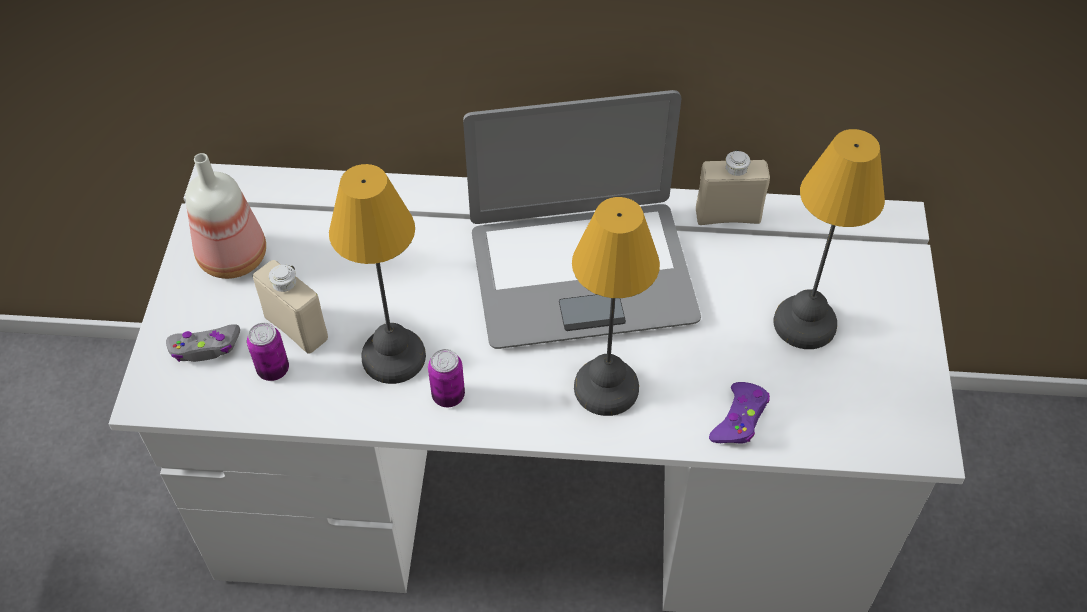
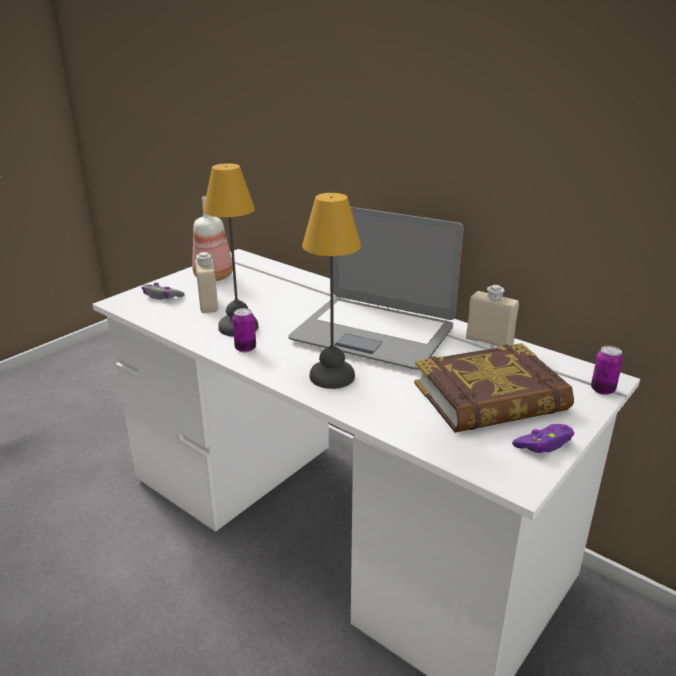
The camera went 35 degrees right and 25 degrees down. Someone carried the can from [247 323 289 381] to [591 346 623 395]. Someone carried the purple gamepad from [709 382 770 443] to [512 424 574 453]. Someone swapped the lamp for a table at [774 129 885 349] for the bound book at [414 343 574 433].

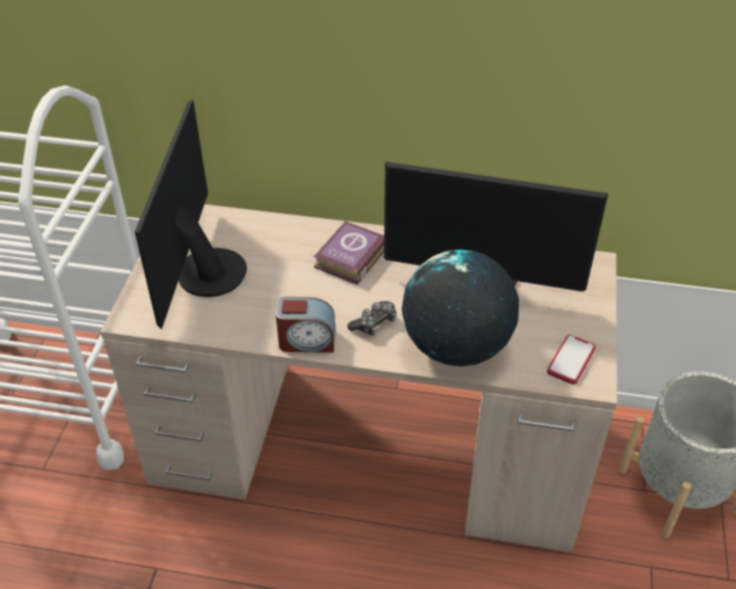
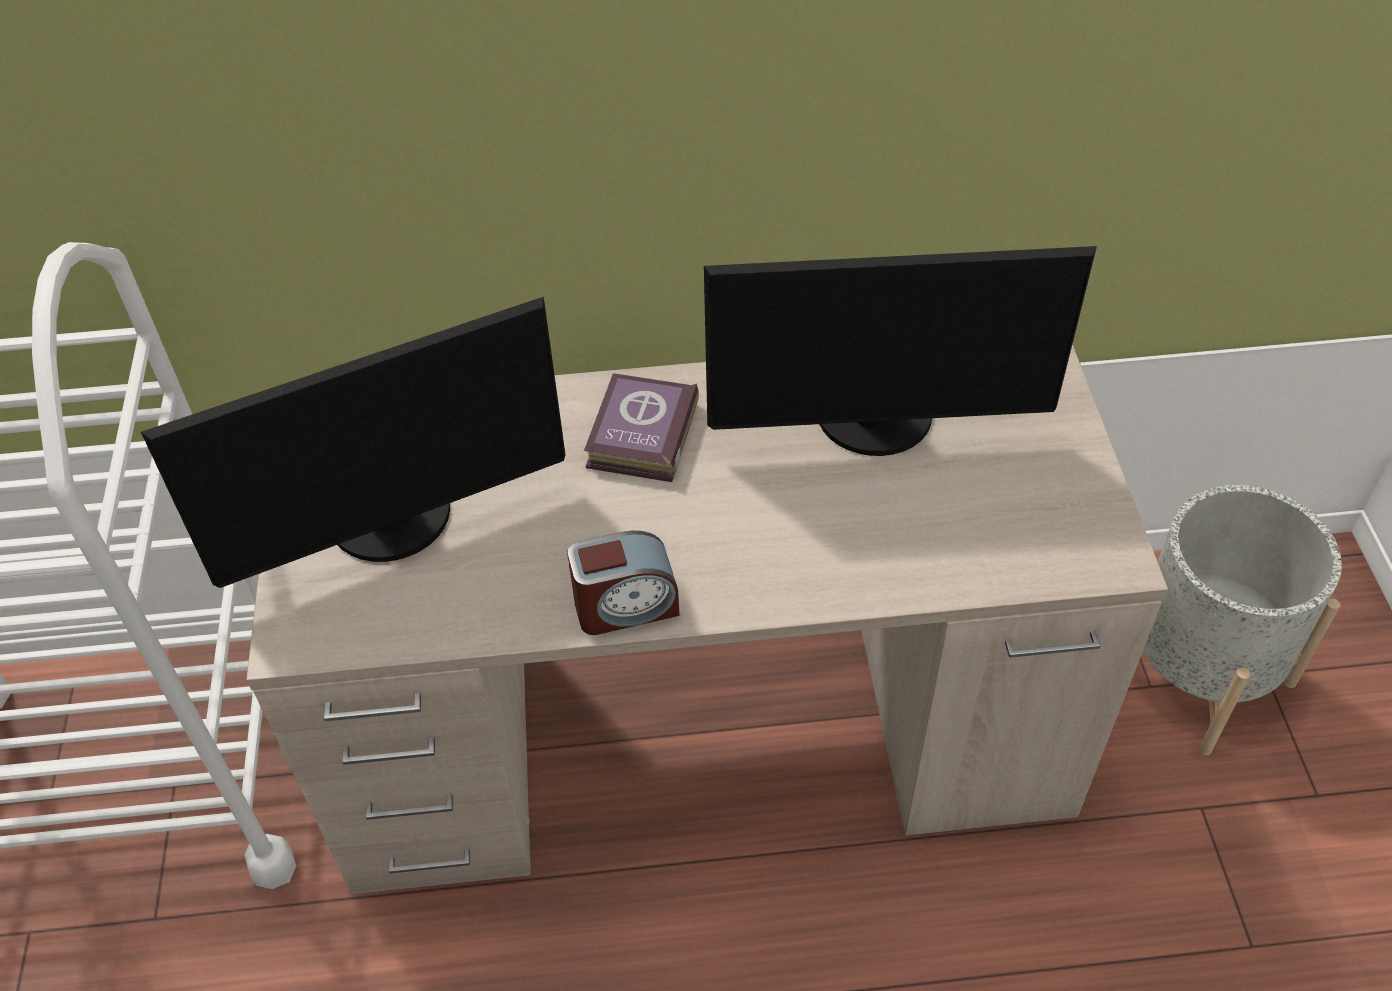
The camera went 15 degrees left and 5 degrees up. Someone took away the gamepad at [347 301 397 336]. Someone took away the world globe at [402 249 519 366]. Someone took away the phone at [547 335 596 384]. Someone rotated the monitor at [135 100 247 329] by 105 degrees counterclockwise.

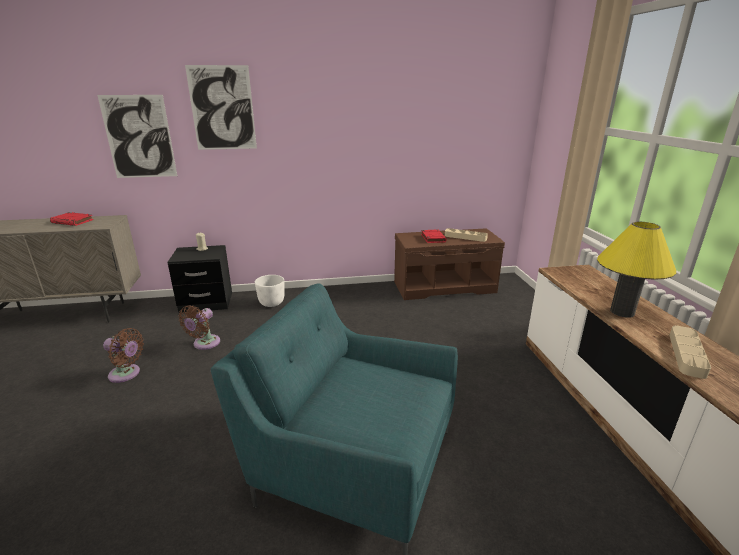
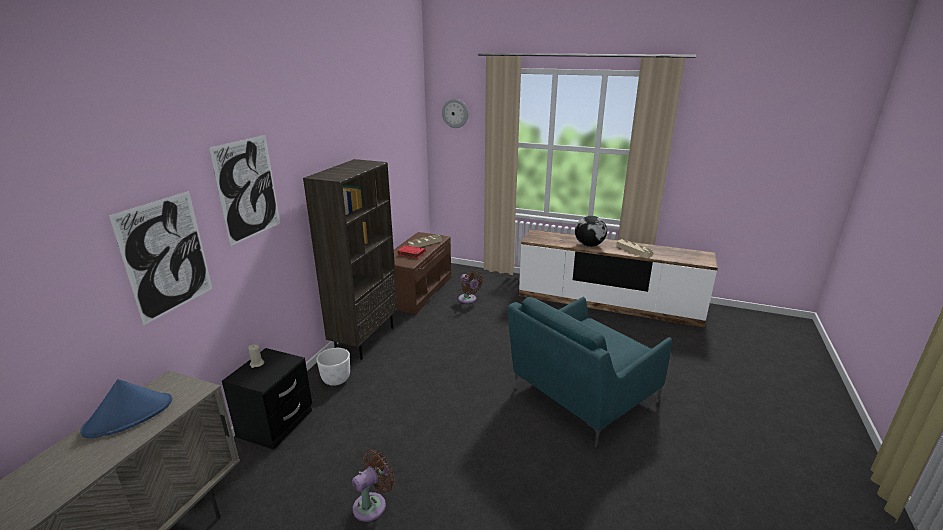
The camera went 60 degrees left and 0 degrees up. Someone put down the brown-coloured bookcase at [303 159 398 360]. Someone put up the wall clock at [442 99 468 128]. Someone carried the brown-coloured cooling fan from [178 305 220 350] to [458 271 483 303]. Someone swapped the red bound book at [50 212 94 226] for the bluish clothing hat at [80 379 172 438]. Someone swapped the yellowish lamp for a table at [597 222 676 318] for the world globe at [575 216 607 247].

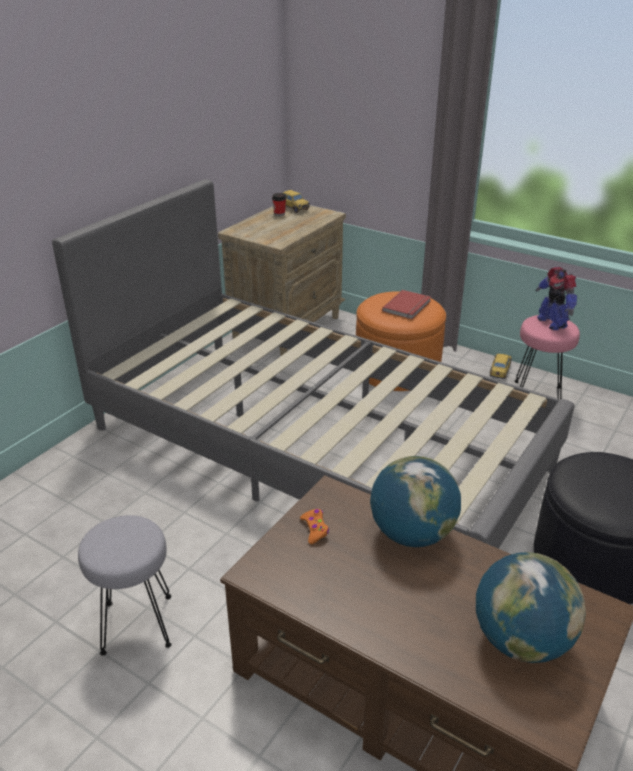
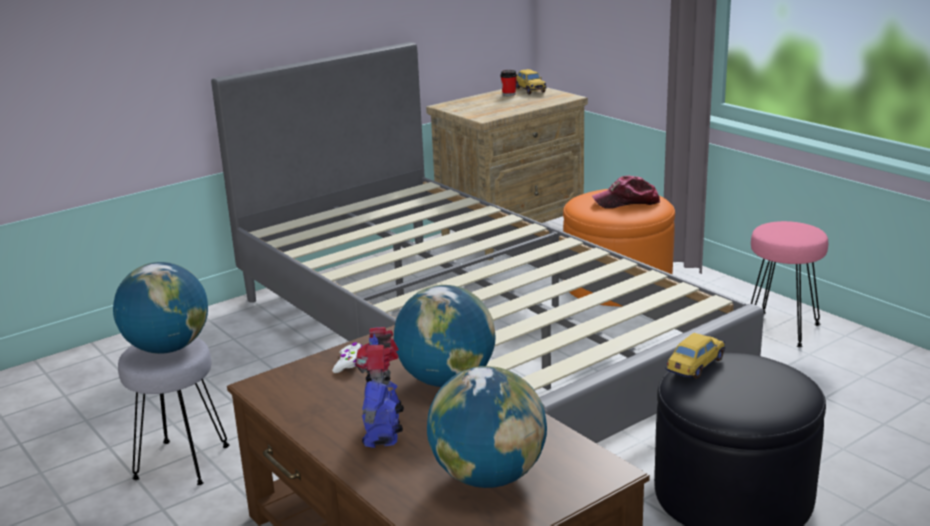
The camera went 20 degrees right and 10 degrees down. Someone put down the world globe at [113 262 208 354]. Someone carried the toy car from [489 353 512 379] to [666 333 725 379]. Someone carried the model robot from [535 267 577 330] to [355 327 404 448]. Someone swapped the red bound book at [382 290 431 319] for the peaked cap at [592 176 660 209]. Someone repainted the orangey gamepad at [300 509 329 544], which became the white-coloured gamepad at [332 342 362 373].

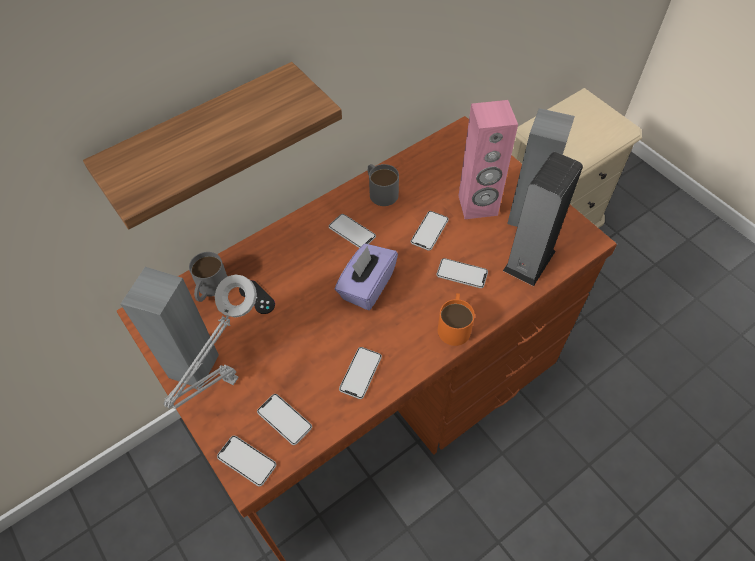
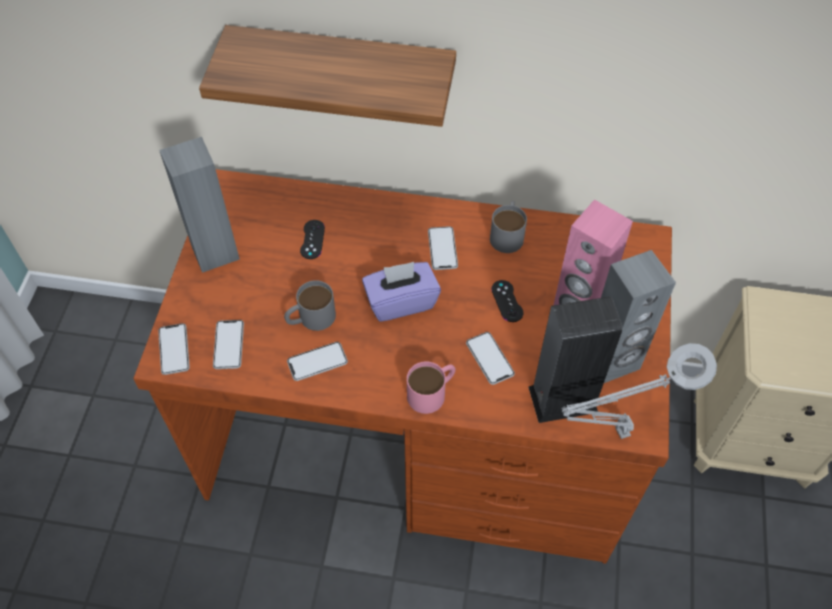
The camera went 45 degrees right and 0 degrees up. Someone carried the gray lamp for a table from [164 274 257 409] to [561 343 717 439]. Someone carried the gray mug from [189 252 227 302] to [284 280 336 331]. Someone swapped the phone at [411 211 449 250] for the blackish gamepad at [491 280 524 322]. Someone repainted the orangey mug at [438 293 475 346], which became the pink-coloured mug at [407 362 456 414].

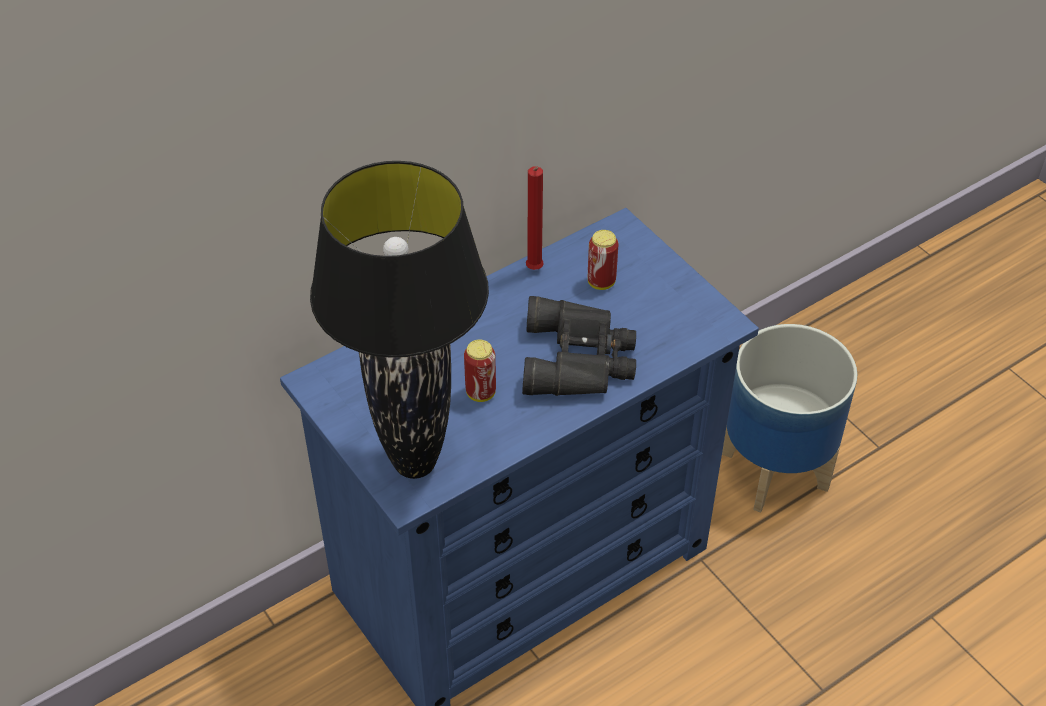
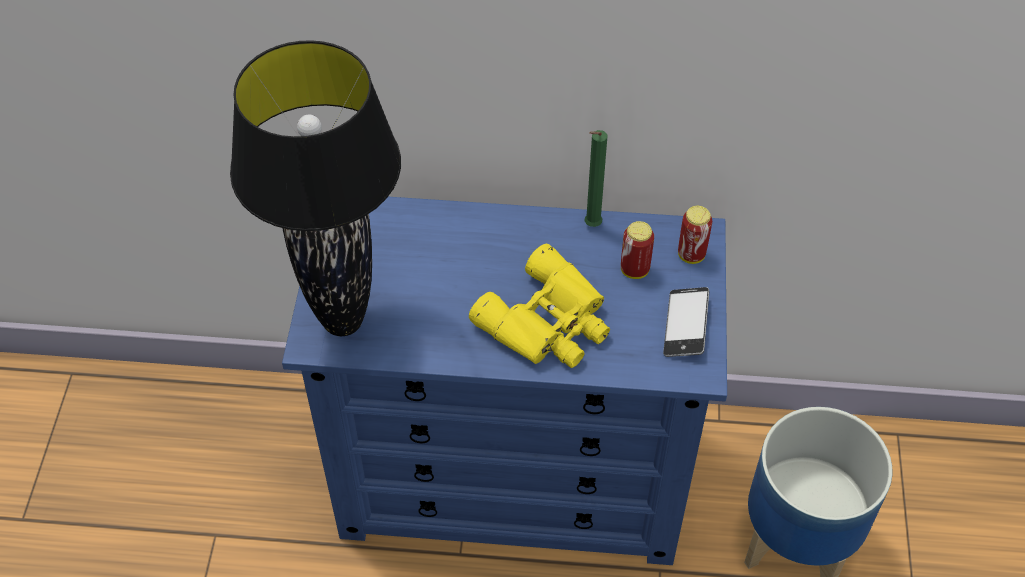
The camera went 40 degrees right and 5 degrees up. Someone put down the phone at [663 287 709 357]. Someone carried the can from [464 339 496 402] to [678 206 712 264]. Someone repainted the blackish pair of binoculars at [522 296 636 396], which became the yellowish pair of binoculars at [469 244 610 368]. Someone repainted the red wax candle at [526 166 544 270], which became the greenish wax candle at [585 130 608 227].

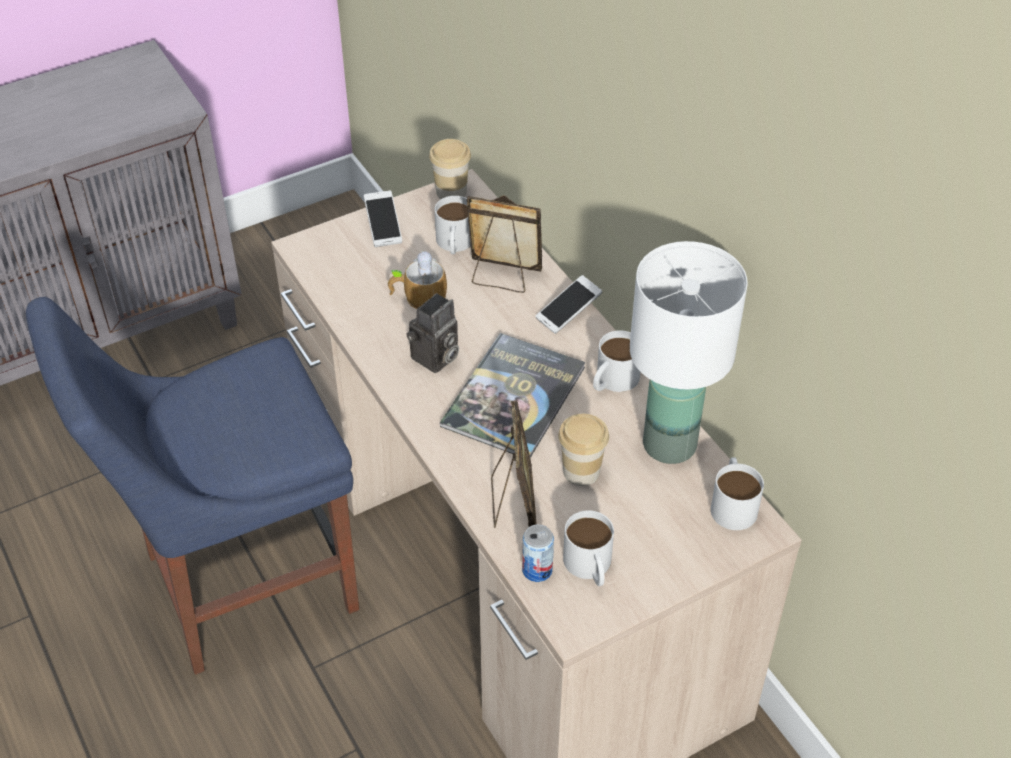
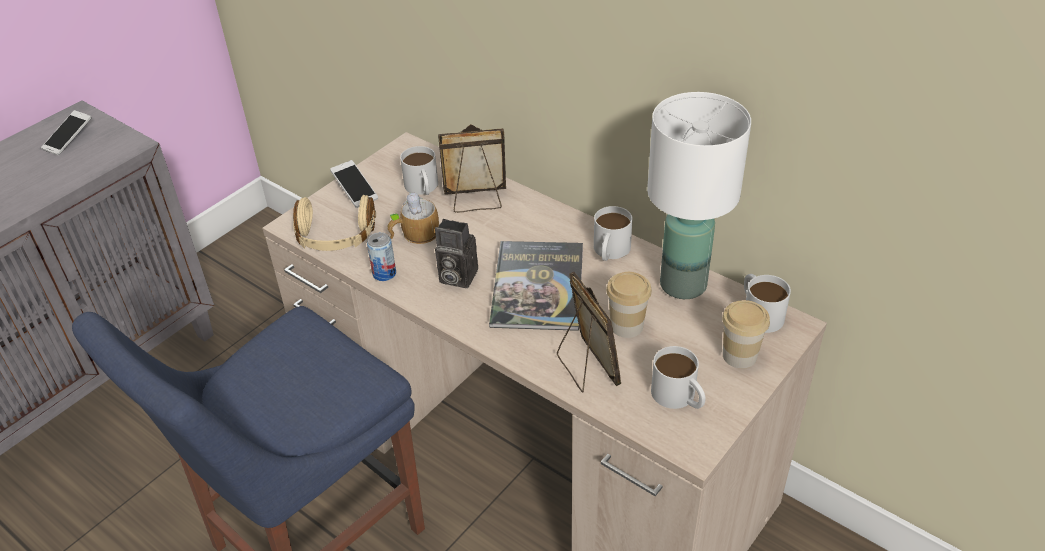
The camera went 20 degrees left and 5 degrees down. Someone put down the beige headset at [293 195 376 251]. Someone carried the small cup from [429 139 471 199] to [722 300 770 369]. Someone carried the can from [522 524 554 582] to [367 232 396 281]. Someone carried the phone from [535 275 602 334] to [41 110 92 155]. Someone rotated the photo camera at [406 293 459 373] by 90 degrees clockwise.

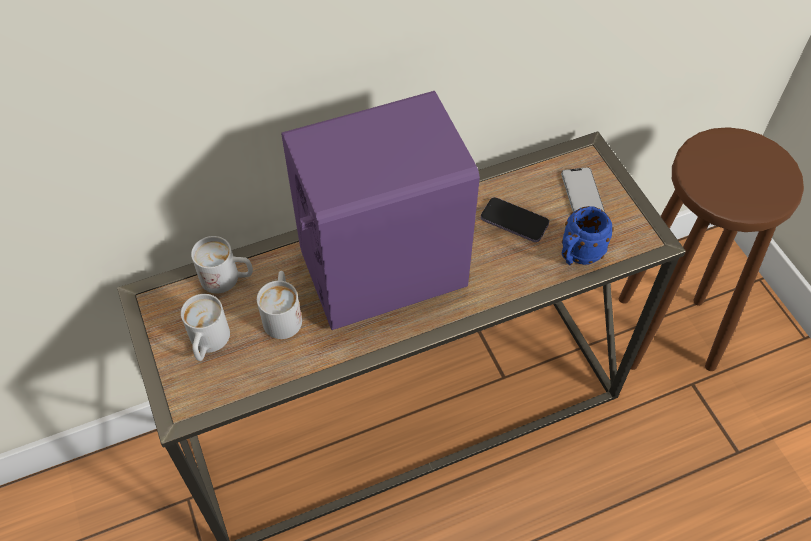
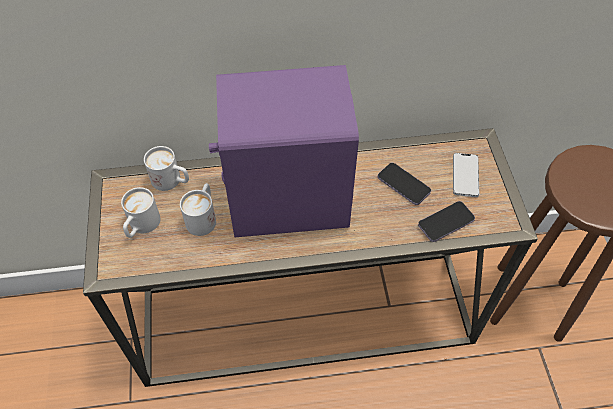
The camera went 15 degrees right and 0 degrees up. Someone swapped the bluish mug at [562 206 614 265] for the phone at [418 201 475 242].

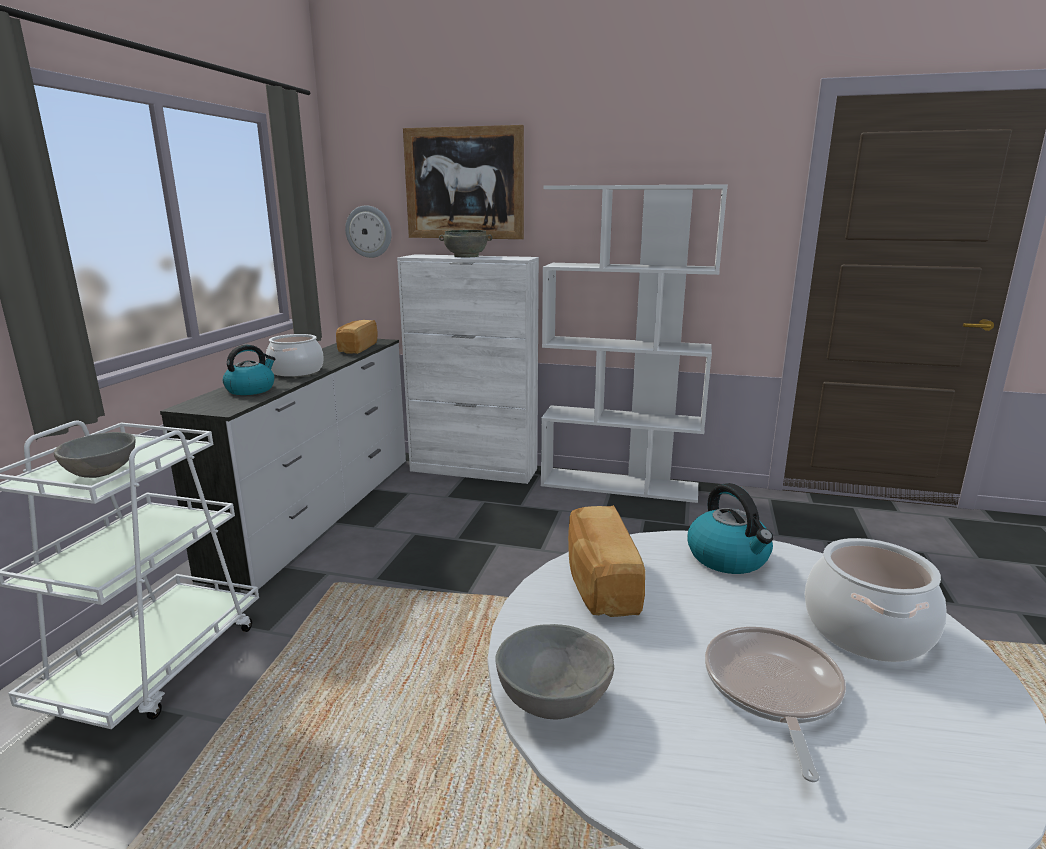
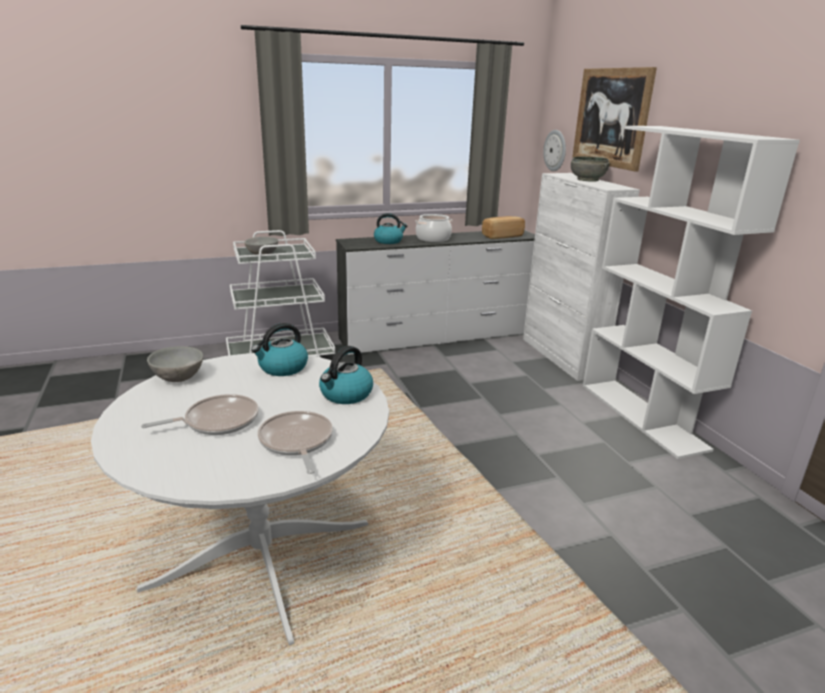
The camera went 55 degrees right and 5 degrees up. Someone swapped the baked bread at [568 505 645 617] for the tea kettle at [251 323 308 376]. Someone swapped the cooking pot at [805 538 947 662] for the skillet at [258 411 333 474].

